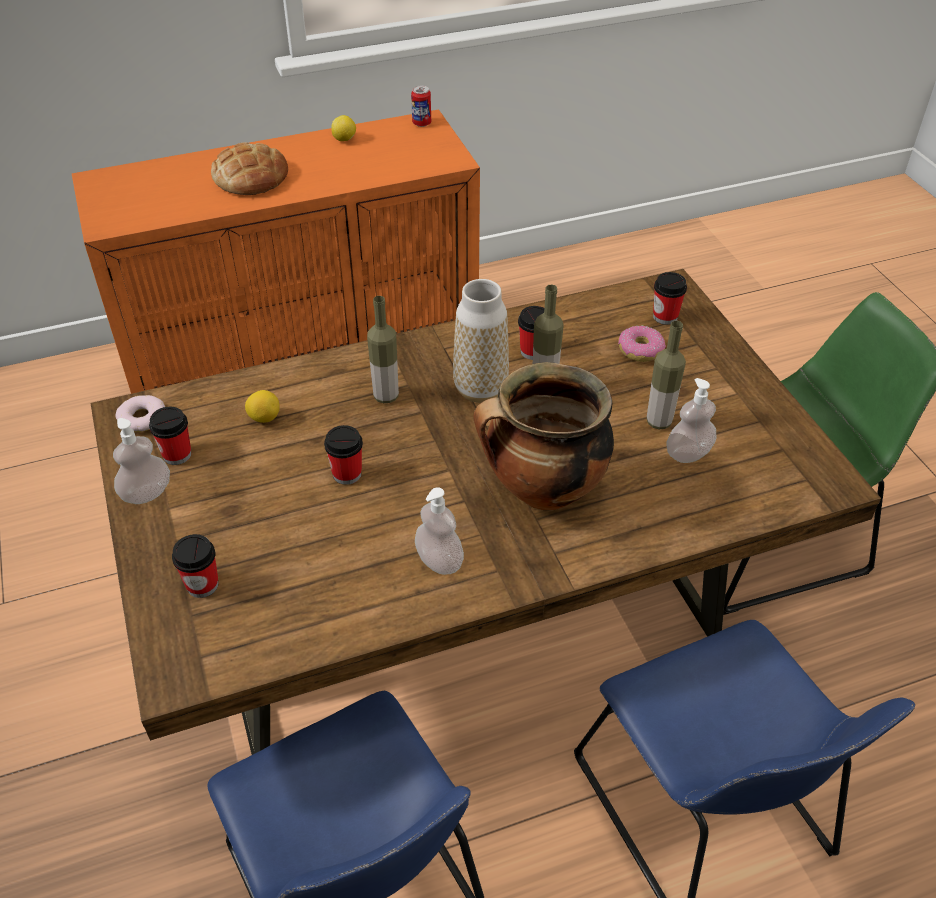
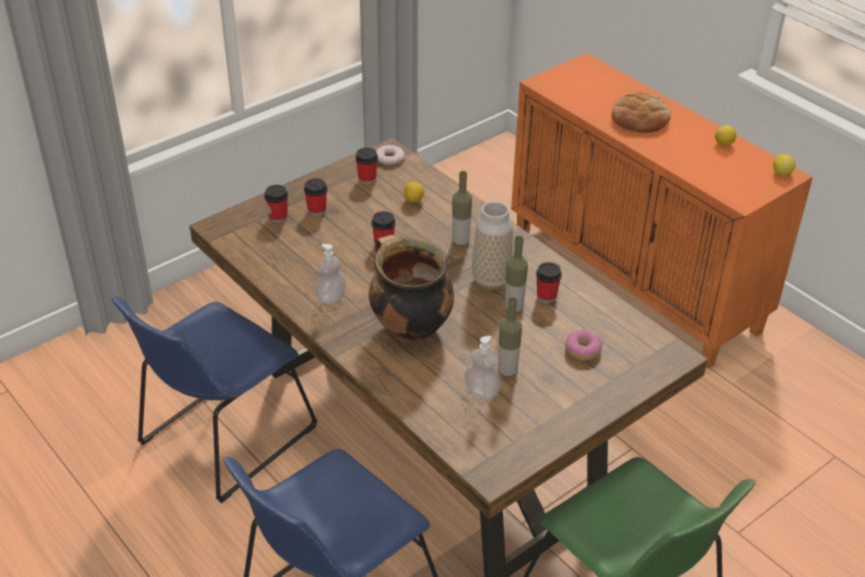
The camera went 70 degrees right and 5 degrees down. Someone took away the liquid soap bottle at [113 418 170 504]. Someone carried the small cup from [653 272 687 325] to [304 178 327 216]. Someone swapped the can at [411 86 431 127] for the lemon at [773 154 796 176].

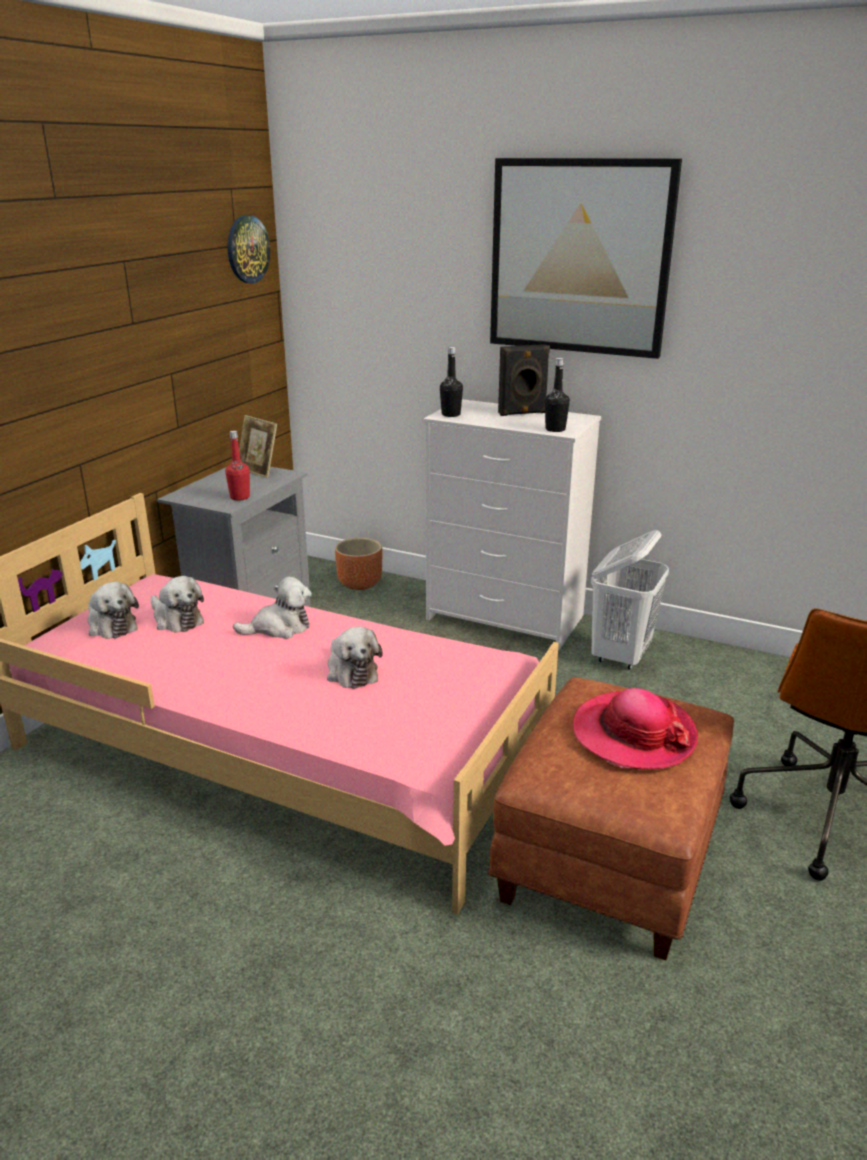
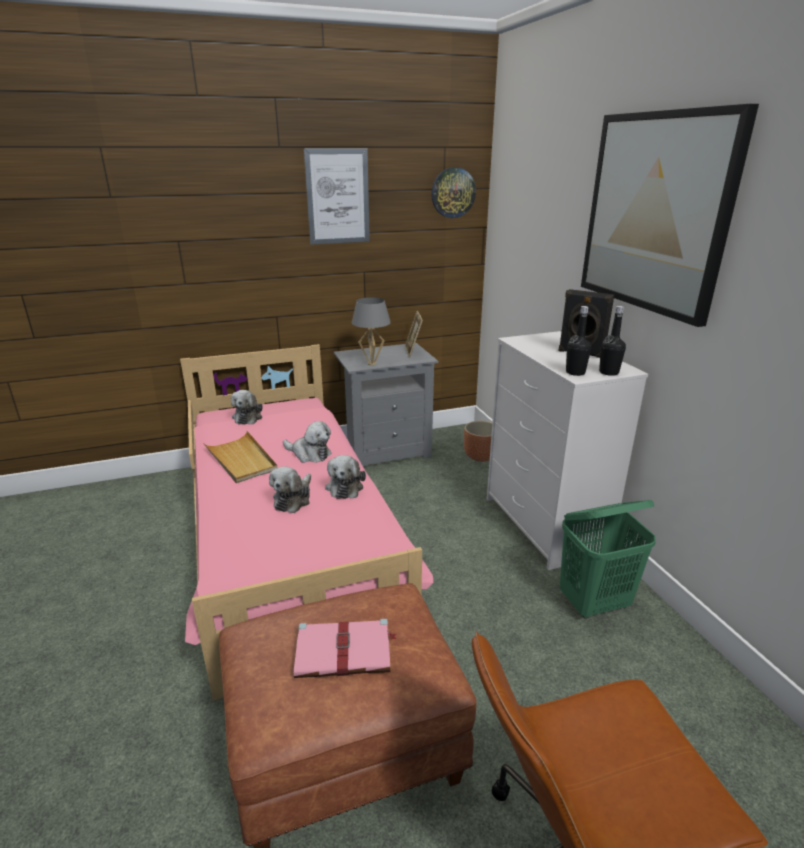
The camera went 45 degrees right and 0 degrees up. Someone put down the beige tray at [203 431 277 483]. Someone put up the picture at [304 149 370 245]. Someone carried the plush toy from [151 576 204 632] to [325 455 366 499]. Someone carried the blackish drink bottle from [440 347 463 417] to [599 306 626 376]. Someone swapped the red drink bottle at [225 431 250 501] for the gray lamp for a table at [352 297 391 365]. Someone swapped the clothing hat at [573 688 698 770] for the pink-coloured bound book at [294 619 397 678]. Someone repainted the white-coloured washing basket at [591 530 669 669], which became the greenish washing basket at [560 500 656 619].

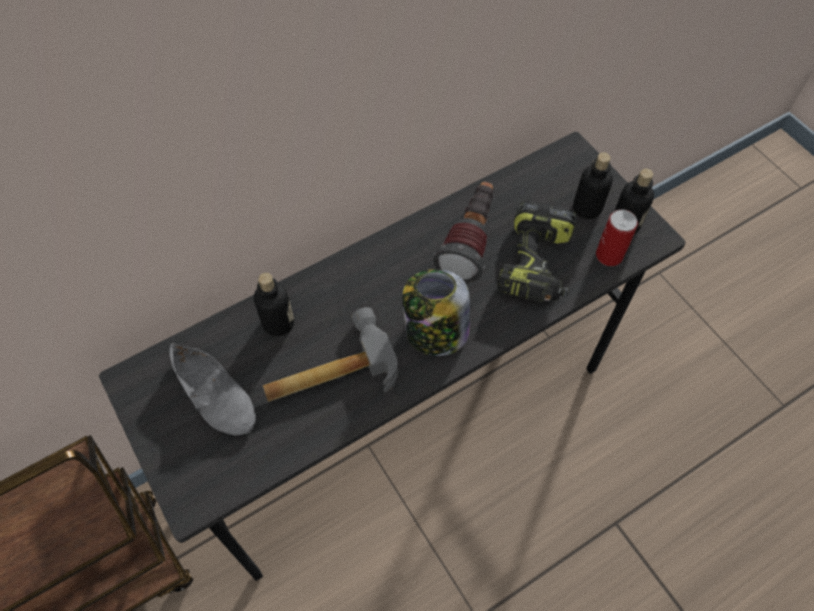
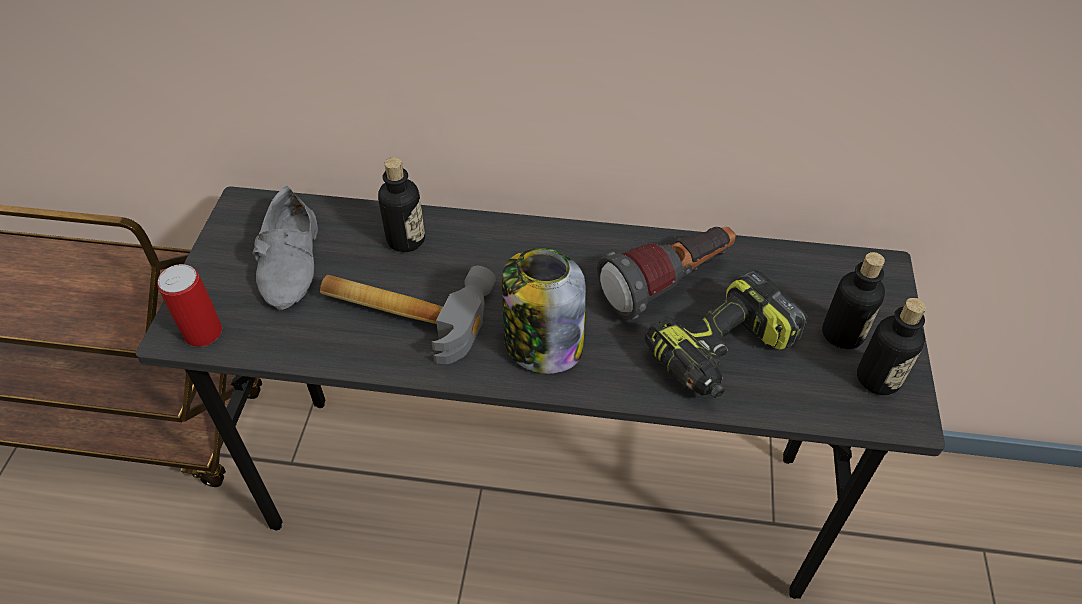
The camera went 40 degrees right and 10 degrees down. Someone carried the can from [596 209 638 266] to [157 264 222 347].

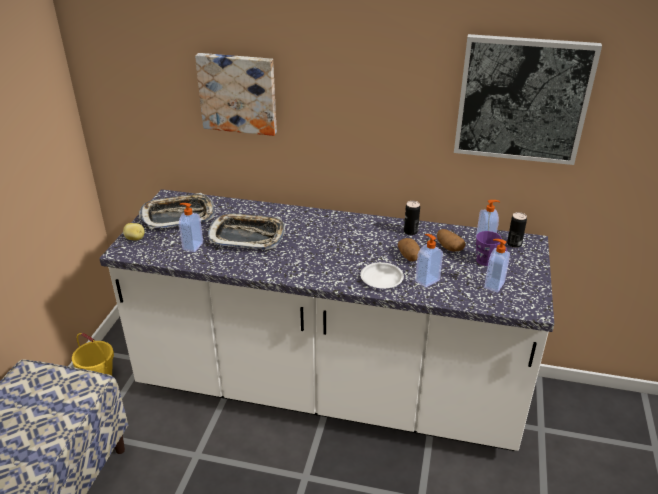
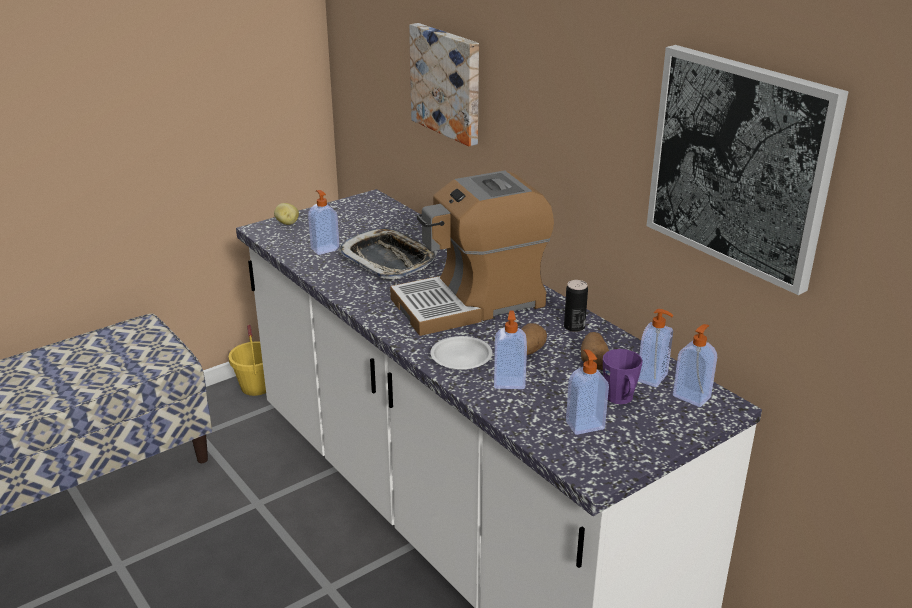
The camera went 40 degrees right and 5 degrees down. Someone took away the tray at [139 193 215 229]. Someone put down the coffee machine at [390 170 554 336]. Someone swapped the can at [507 212 527 248] for the liquid soap bottle at [673 324 717 407].

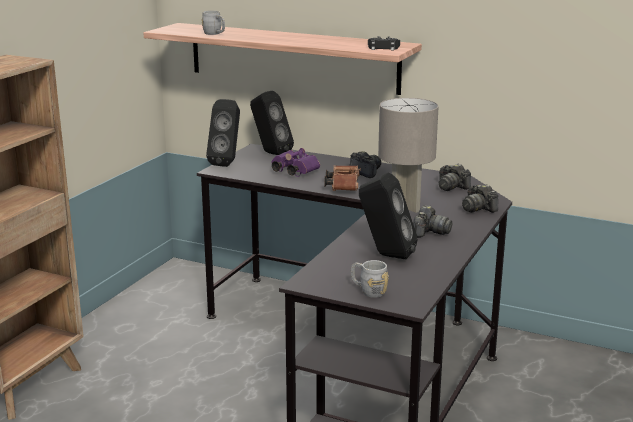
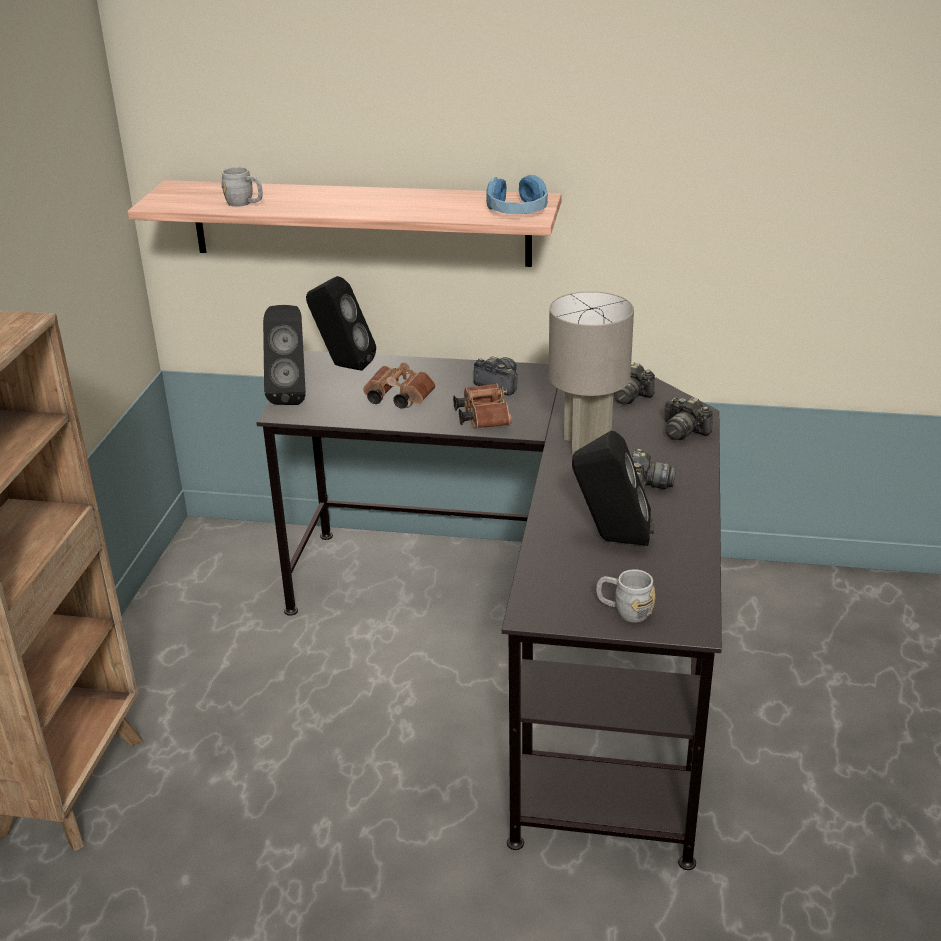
The camera went 15 degrees left and 10 degrees up. Someone swapped the blackish gamepad at [368 36 400 50] for the bluish headset at [486 175 548 214]. Someone repainted the purple pair of binoculars at [272 148 320 177], which became the brown-coloured pair of binoculars at [363 362 436 409].

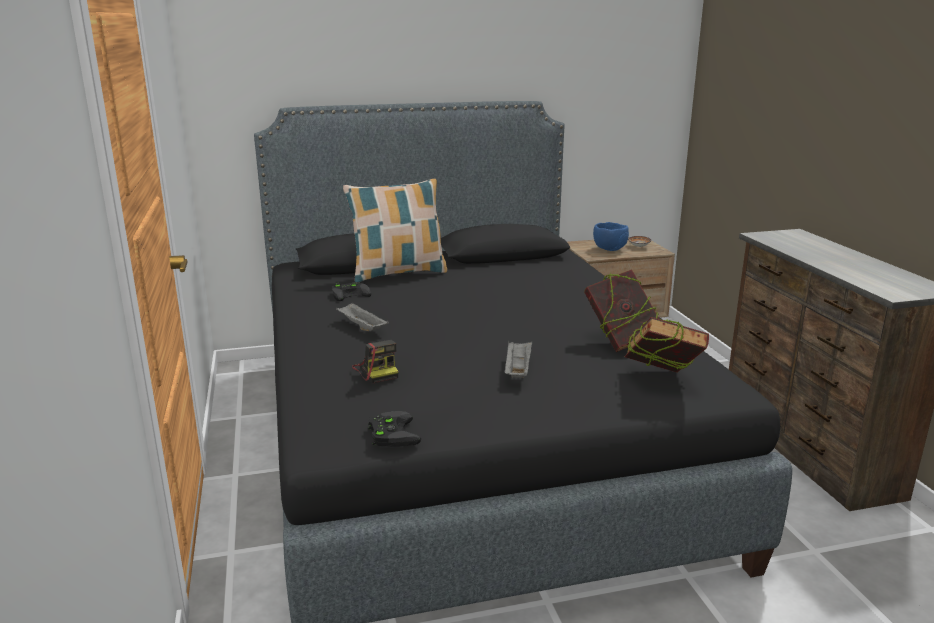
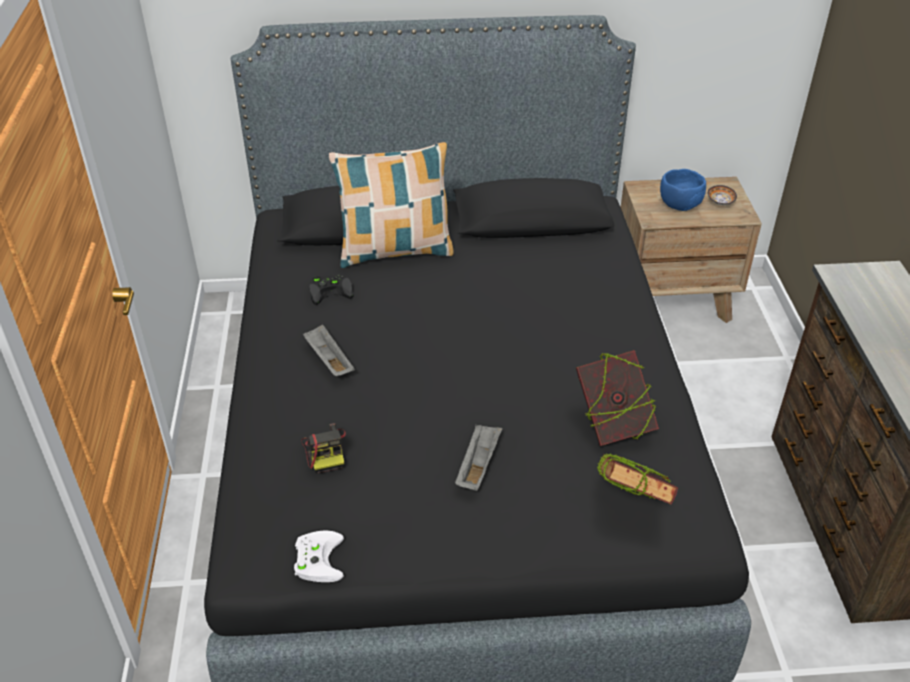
The camera went 10 degrees right and 20 degrees up. Someone repainted the blackish gamepad at [368 411 421 447], which became the white-coloured gamepad at [294 531 344 582].

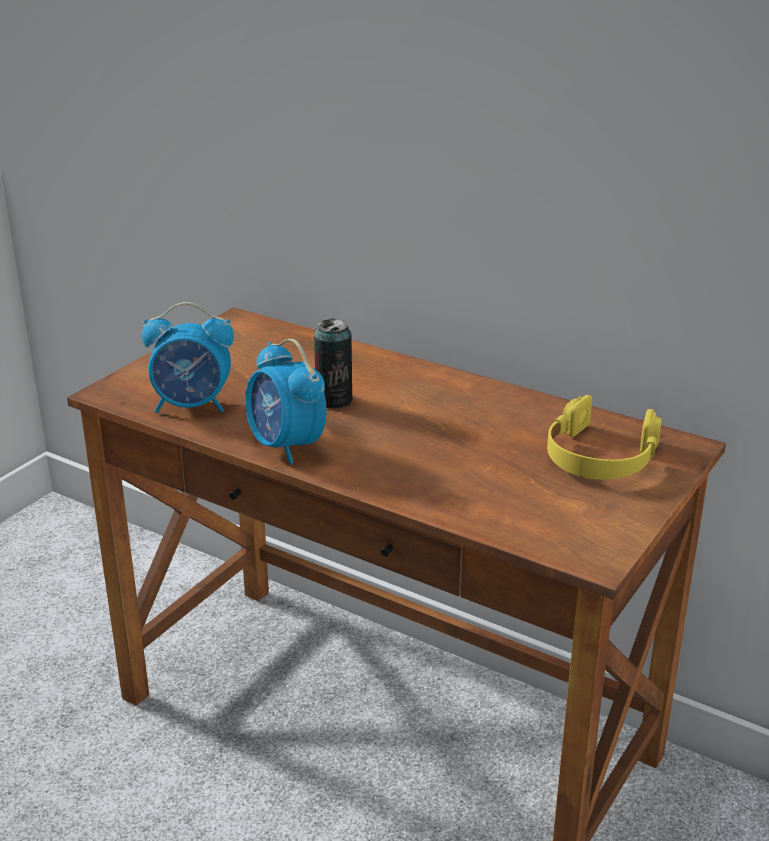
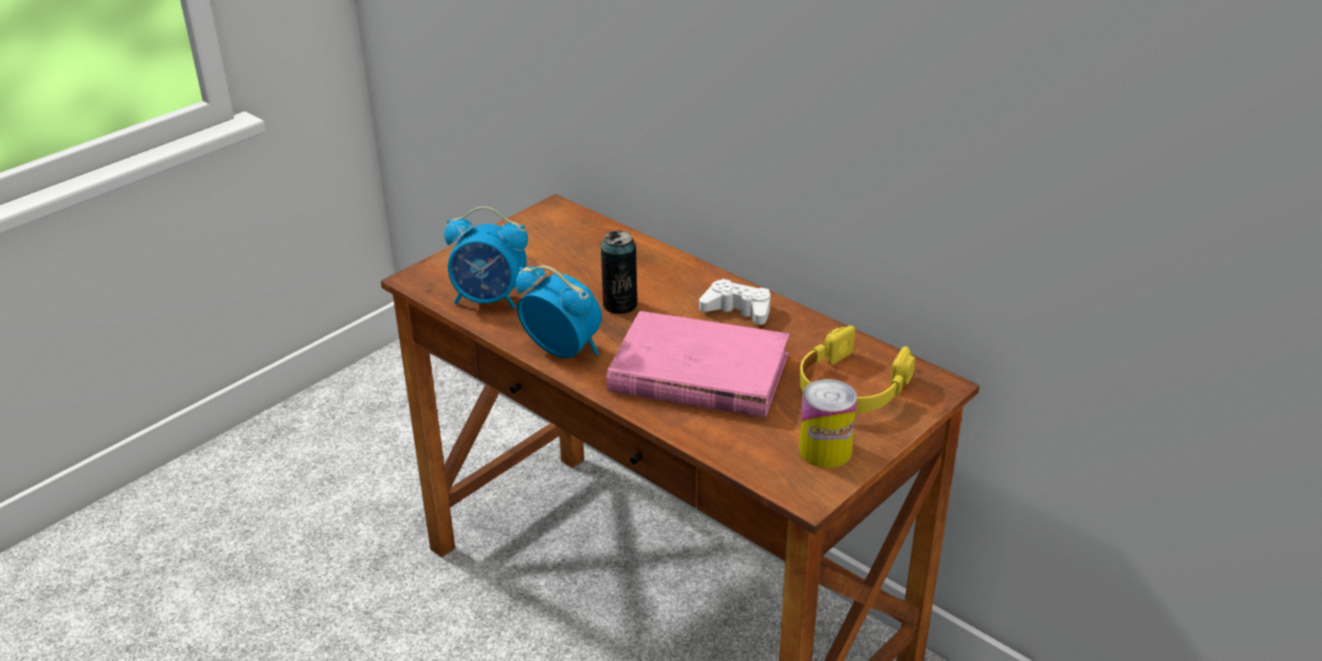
The camera went 10 degrees right and 5 degrees up. Someone put down the pink-coloured bound book at [606 311 790 418]. Someone put down the white-coloured gamepad at [699 279 771 325]. Someone put down the can at [799 379 857 468]. Someone rotated the table clock at [245 339 326 465] by 150 degrees clockwise.

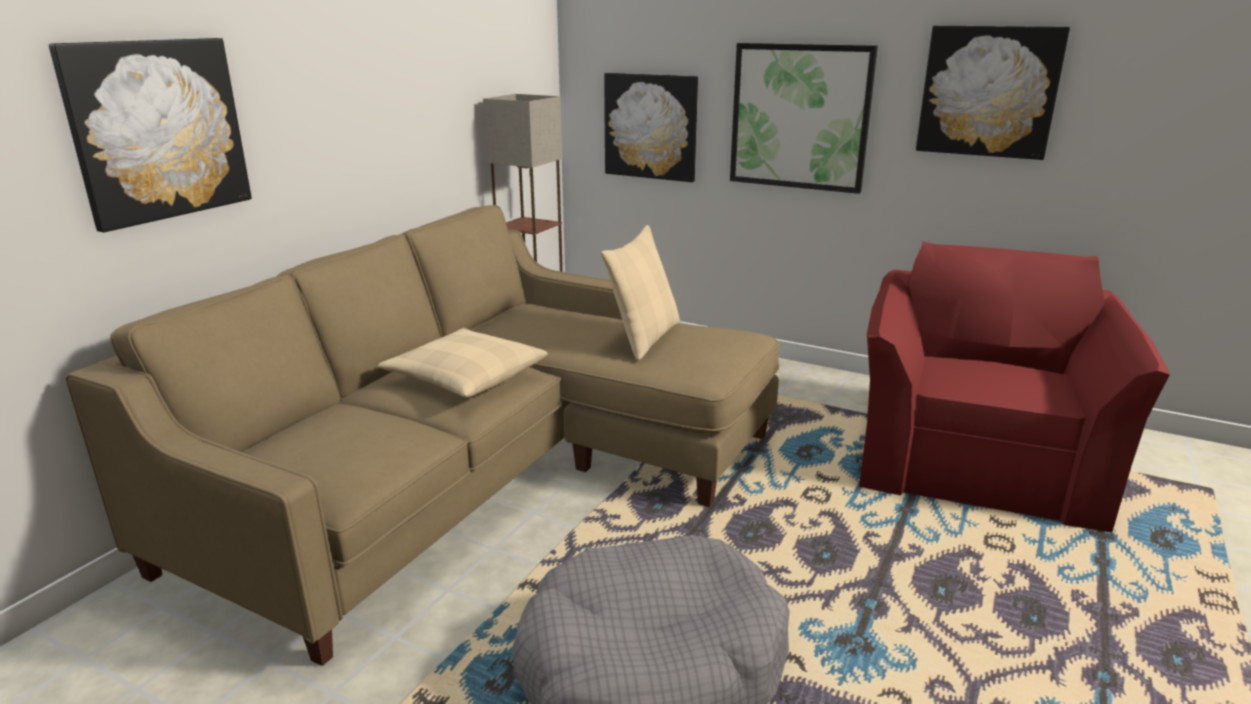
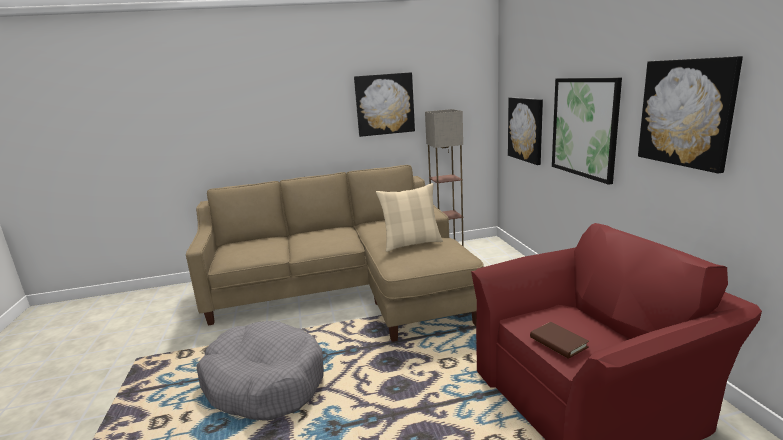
The camera went 50 degrees right and 5 degrees down. Someone took away the beige pillow at [378 328 548 398]. Someone put down the brown-coloured bound book at [530 322 589 359]. Someone carried the picture from [49 38 252 232] to [354 72 415 137].

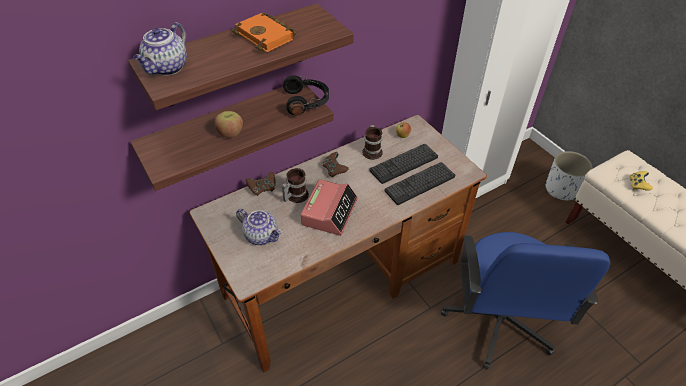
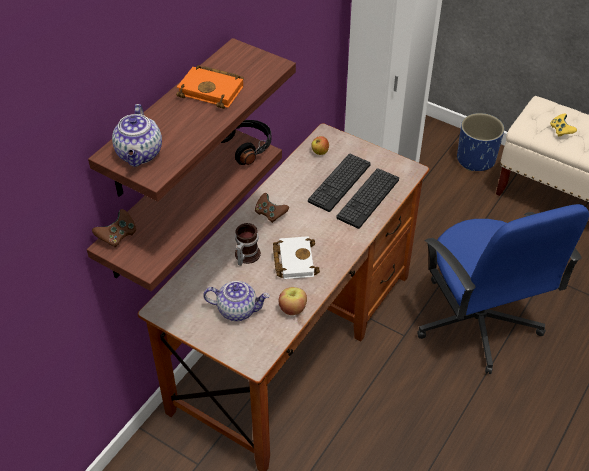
The camera went 25 degrees left and 0 degrees up. Someone took away the mug at [362 125 383 160]. Someone carried the whole apple from [214 111 243 138] to [279 287 307 315]. Someone carried the brown-coloured gamepad from [246 172 276 196] to [92 209 136 247]. Someone swapped the table clock at [301 179 358 236] for the white-coloured bound book at [273 236 320 279]. Someone repainted the white-coloured planter at [546 151 593 200], which became the bluish planter at [457 113 504 171].

